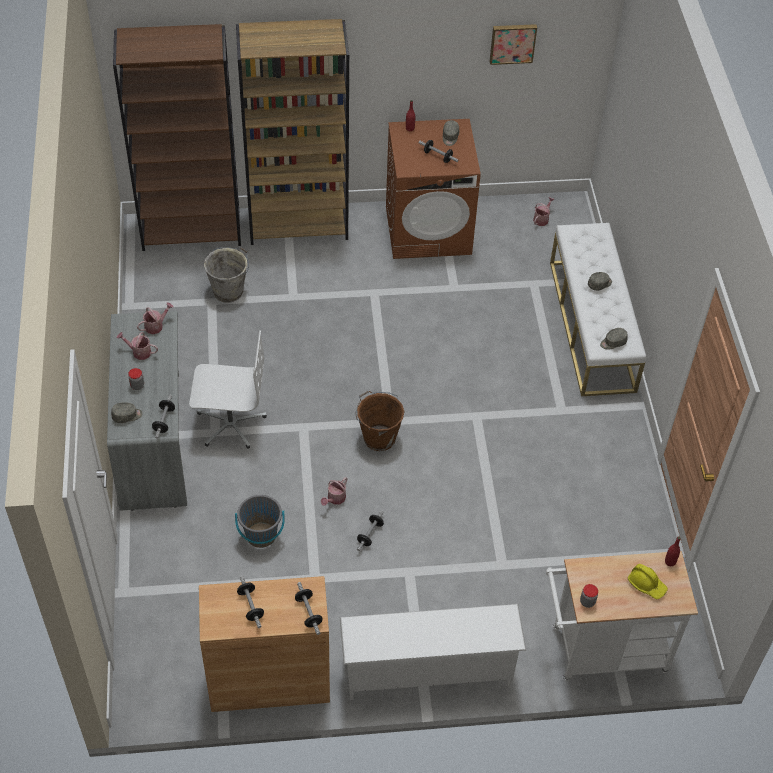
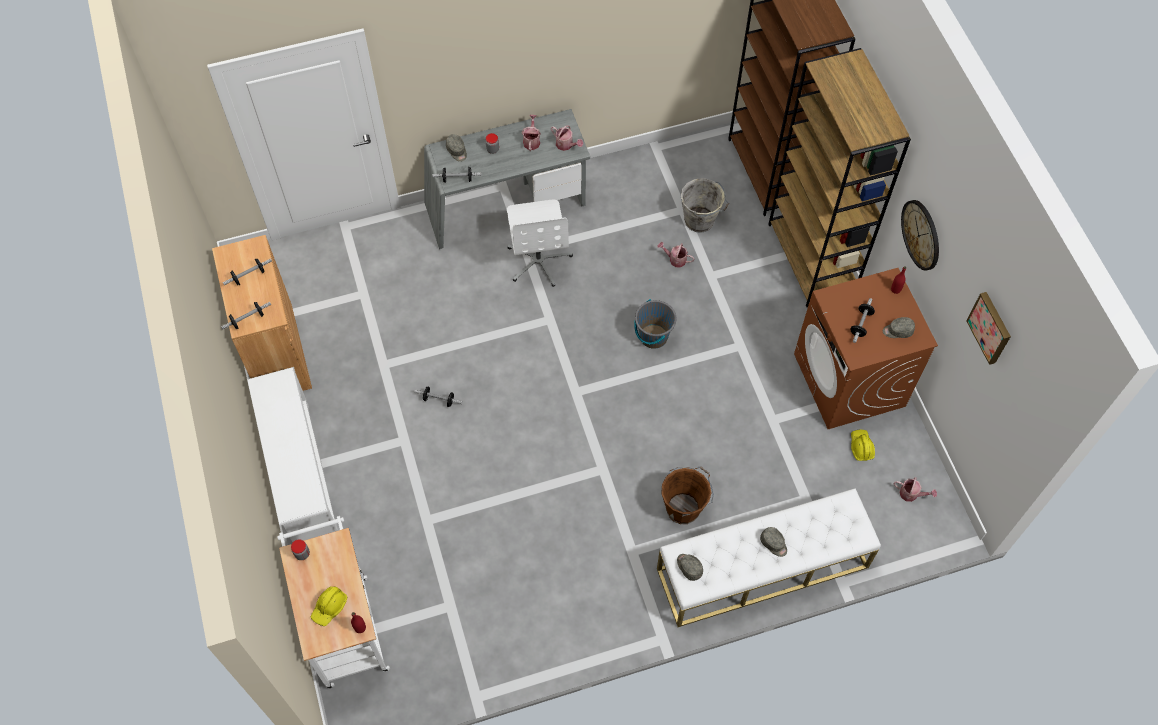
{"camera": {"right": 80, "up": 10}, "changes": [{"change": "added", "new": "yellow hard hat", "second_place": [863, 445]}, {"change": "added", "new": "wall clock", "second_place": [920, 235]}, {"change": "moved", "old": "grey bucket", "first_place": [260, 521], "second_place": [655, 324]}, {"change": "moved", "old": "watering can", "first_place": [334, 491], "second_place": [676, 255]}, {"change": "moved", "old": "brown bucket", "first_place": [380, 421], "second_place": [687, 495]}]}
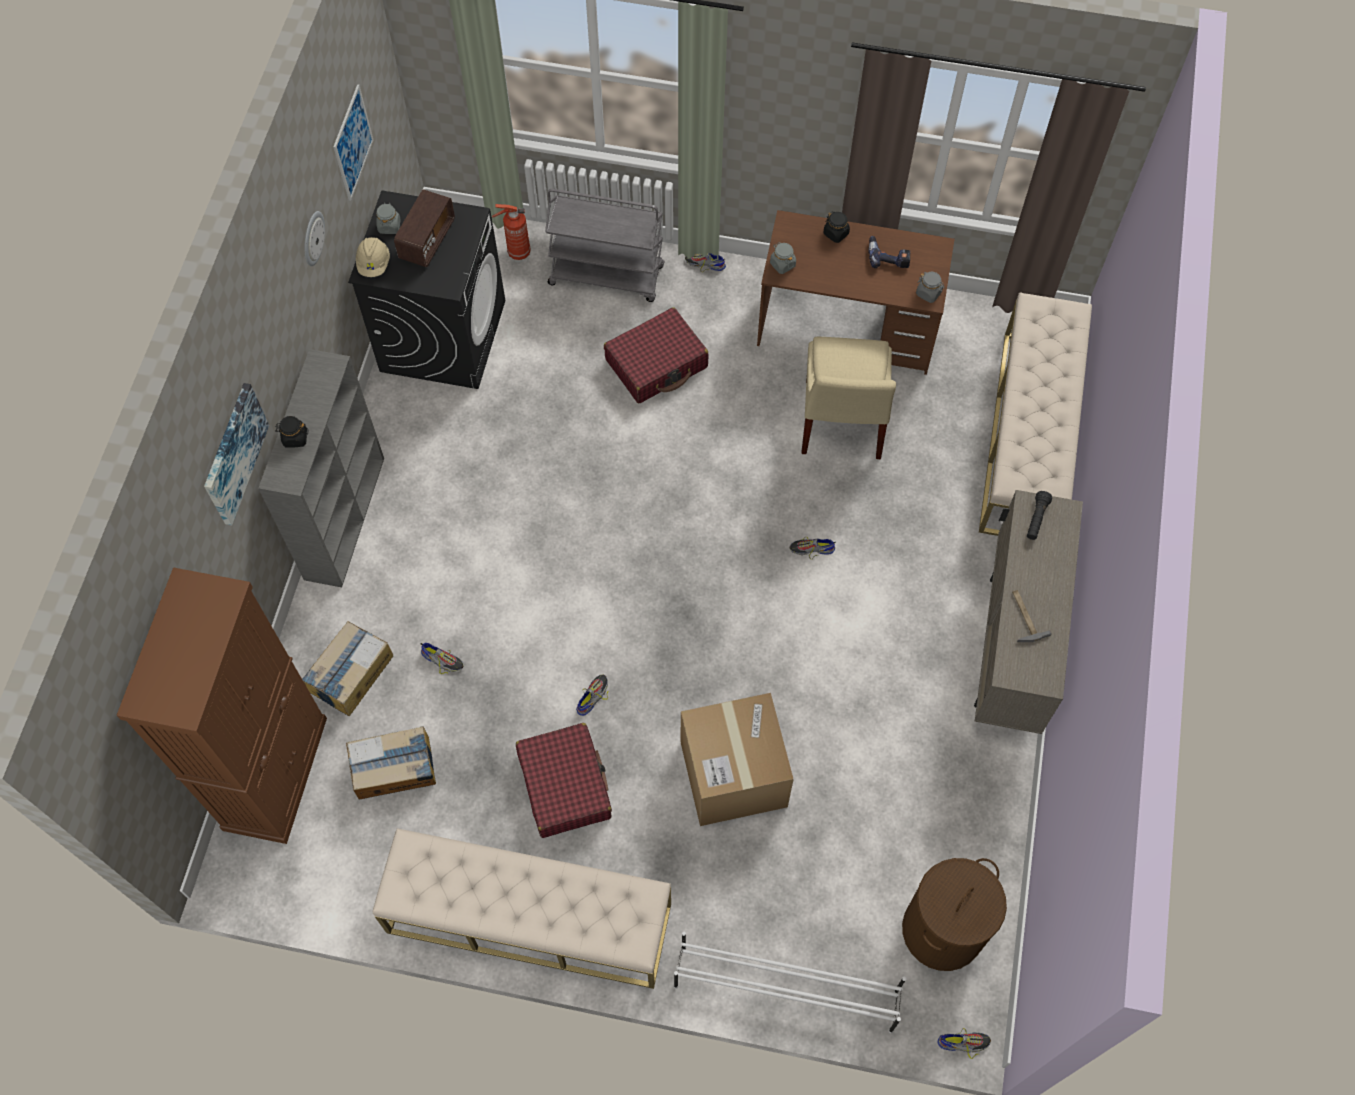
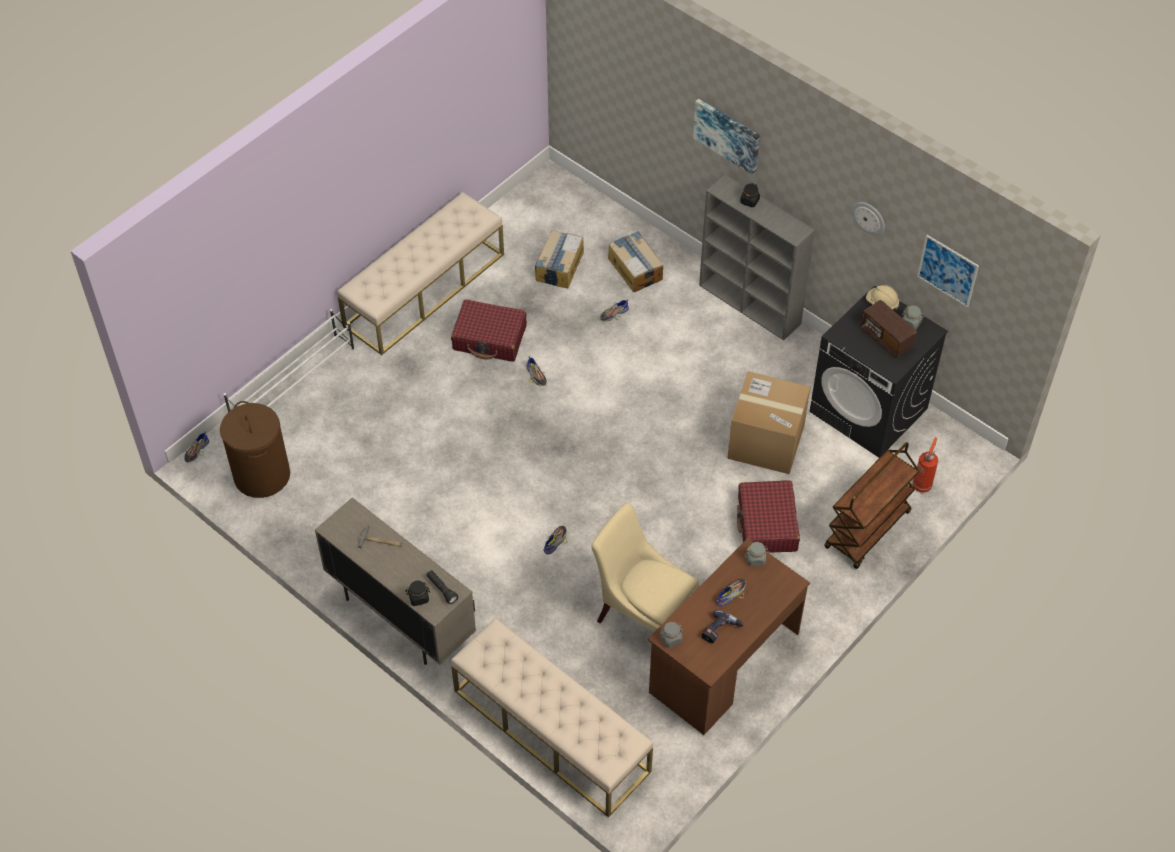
{"camera": {"right": 120, "up": -10}, "changes": [{"change": "removed", "old": "brown cabinet", "first_place": [222, 705]}, {"change": "moved", "old": "cardboard box", "first_place": [737, 759], "second_place": [769, 422]}, {"change": "moved", "old": "shoe", "first_place": [705, 262], "second_place": [731, 592]}, {"change": "moved", "old": "black jar", "first_place": [837, 227], "second_place": [417, 593]}, {"change": "recoloured", "old": "grey cart", "new": "brown cart", "first_place": [604, 245], "second_place": [872, 505]}]}
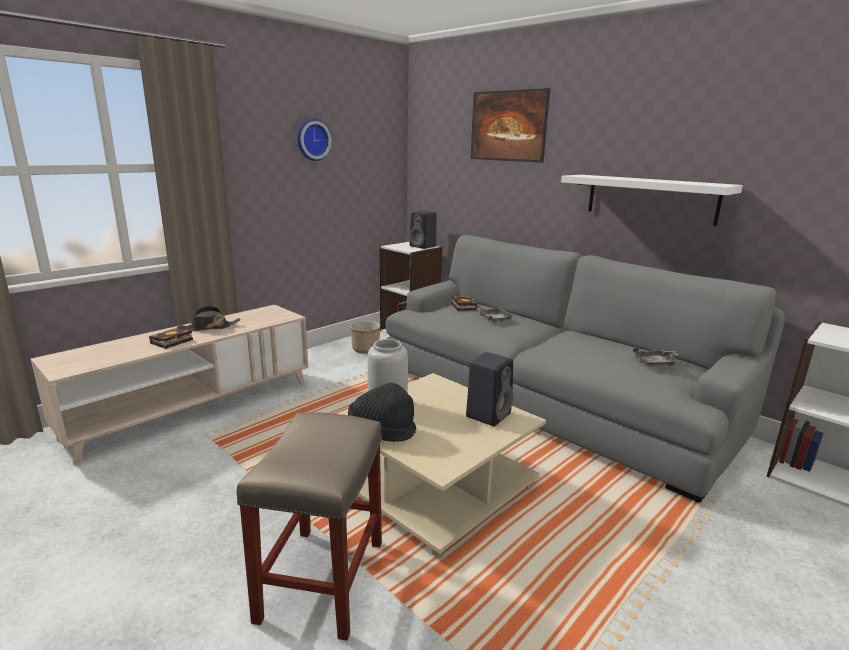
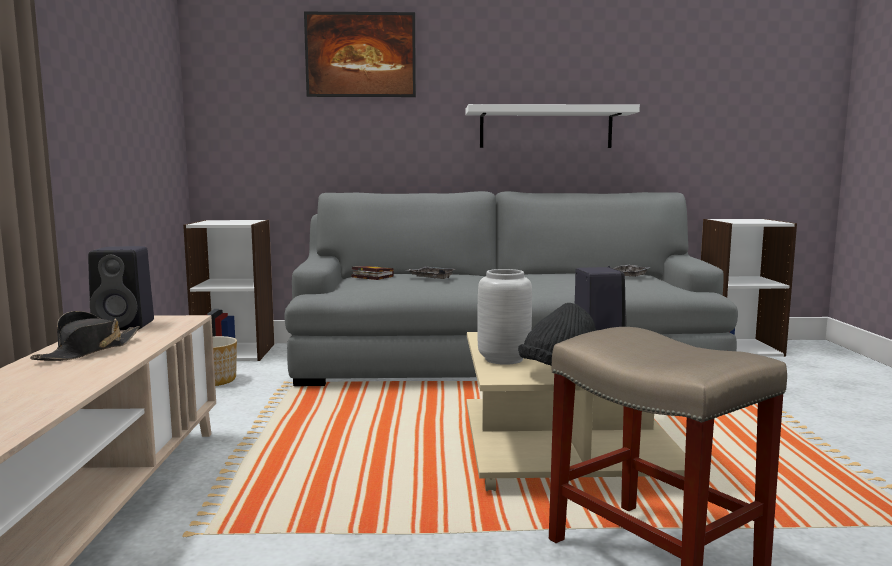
{"camera": {"right": -45, "up": -10}, "changes": [{"change": "removed", "old": "book", "first_place": [171, 338]}, {"change": "removed", "old": "wall clock", "first_place": [314, 140]}, {"change": "moved", "old": "black speaker", "first_place": [423, 230], "second_place": [121, 288]}]}
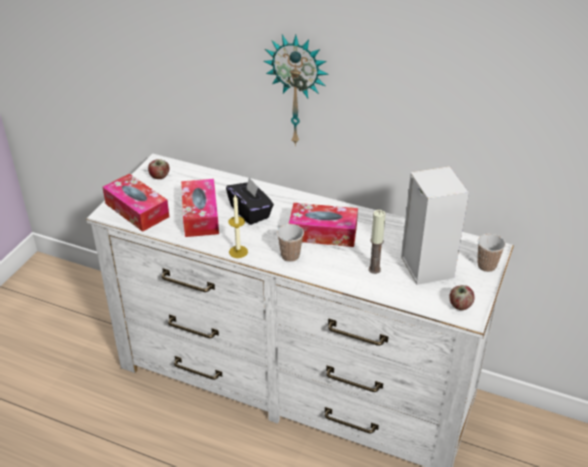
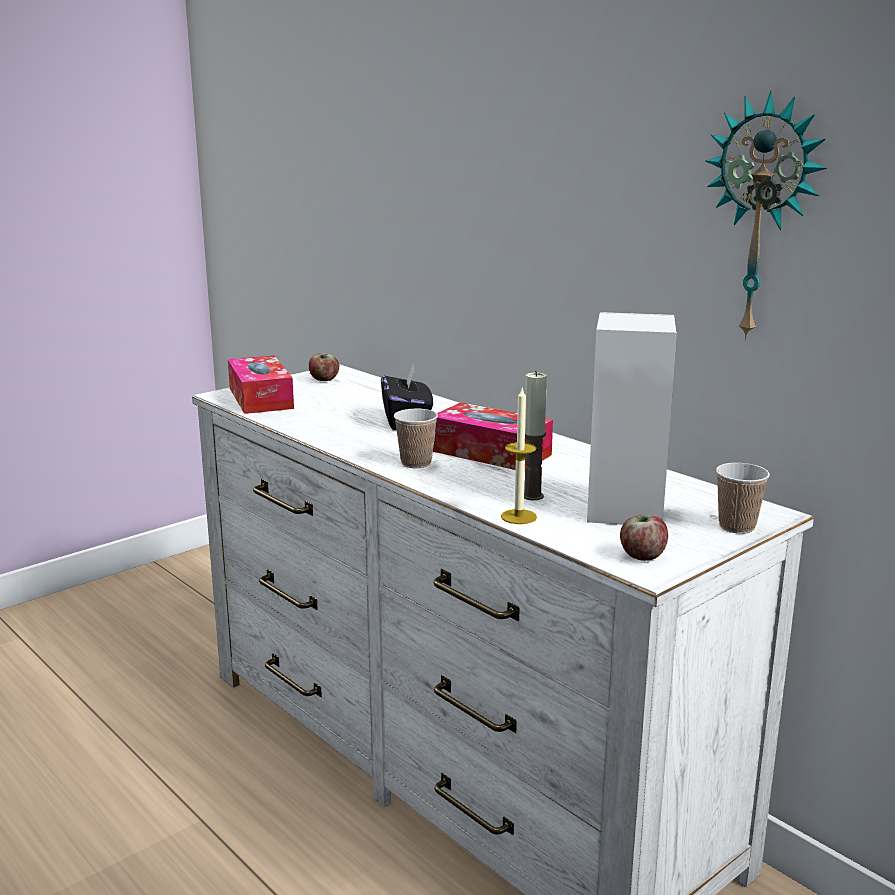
{"camera": {"right": 25, "up": -20}, "changes": [{"change": "removed", "old": "tissue box", "first_place": [200, 208]}, {"change": "moved", "old": "candle", "first_place": [238, 226], "second_place": [519, 455]}, {"change": "moved", "old": "wall clock", "first_place": [296, 90], "second_place": [766, 216]}]}
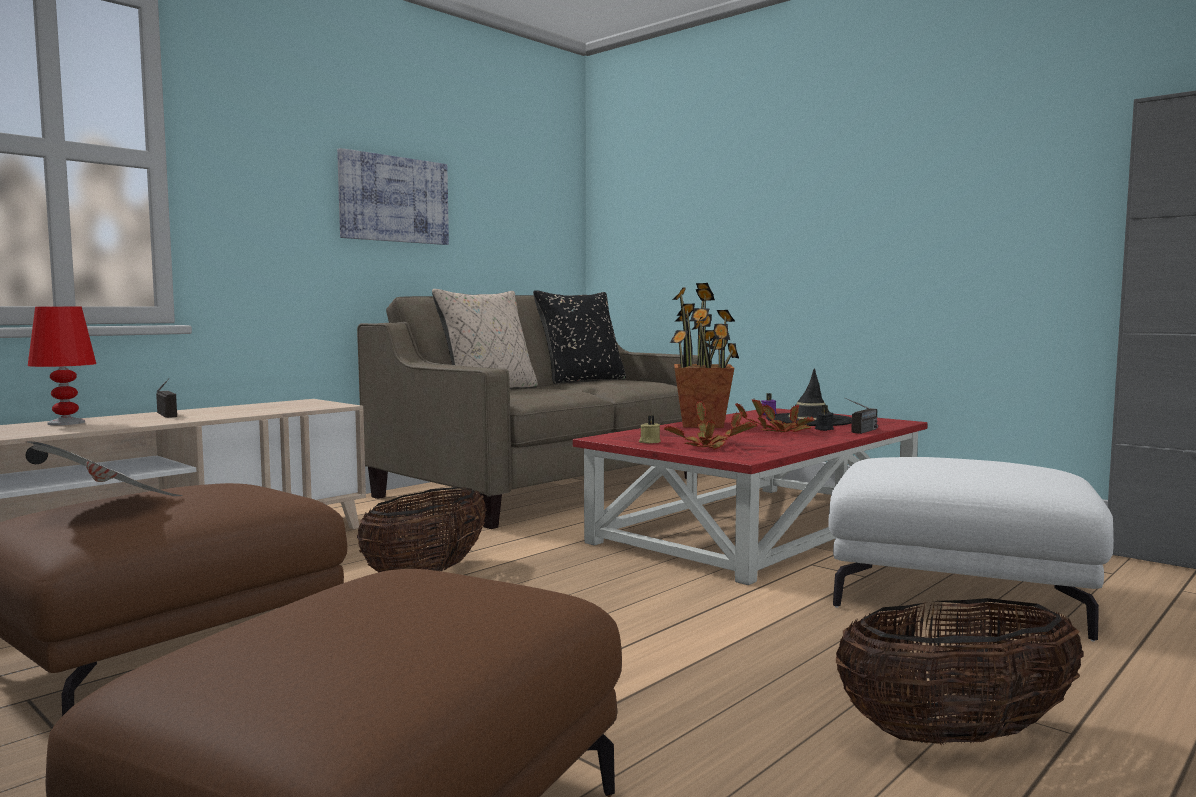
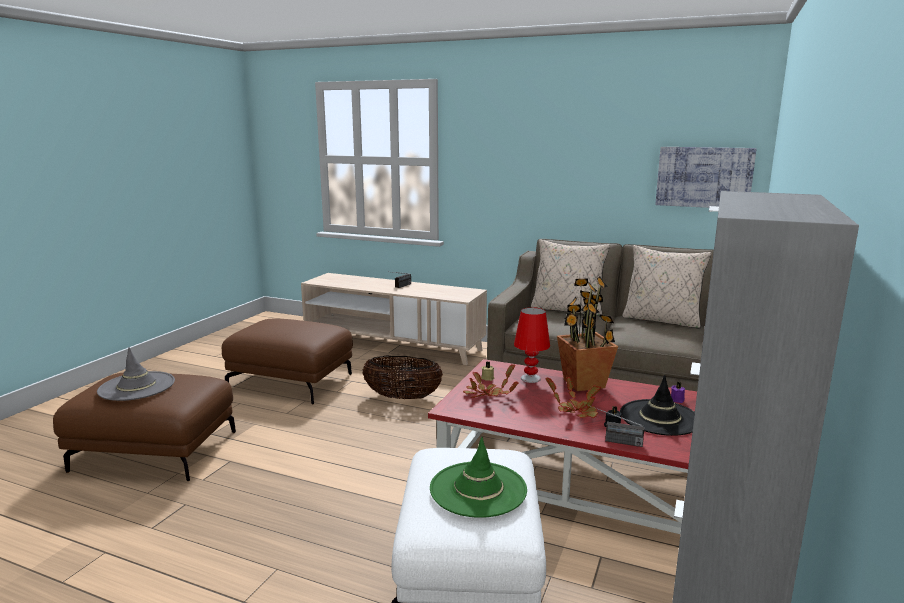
{"camera": {"right": 70, "up": 10}, "changes": [{"change": "removed", "old": "newspaper", "first_place": [105, 468]}, {"change": "removed", "old": "basket", "first_place": [960, 671]}, {"change": "added", "new": "grey hat", "second_place": [136, 374]}, {"change": "added", "new": "green hat", "second_place": [478, 477]}, {"change": "moved", "old": "red table lamp", "first_place": [62, 366], "second_place": [532, 345]}, {"change": "moved", "old": "picture", "first_place": [393, 196], "second_place": [706, 177]}, {"change": "recoloured", "old": "black pillow", "new": "beige pillow", "first_place": [579, 337], "second_place": [667, 287]}]}
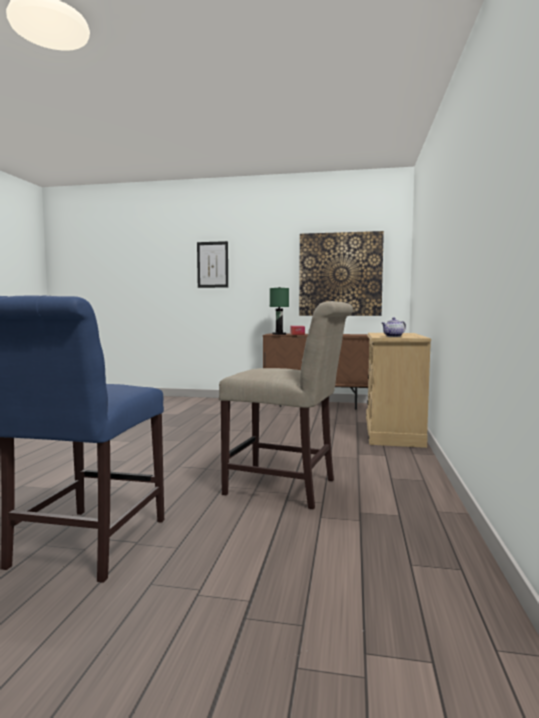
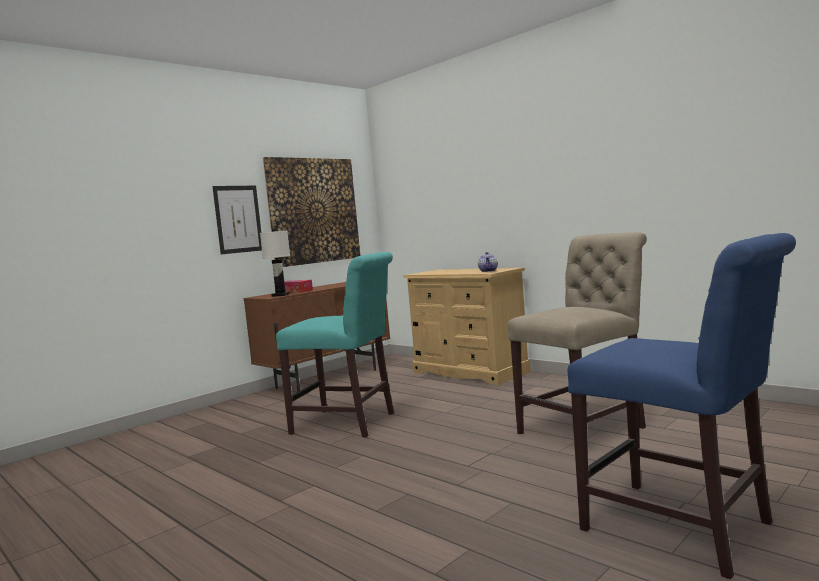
{"camera": {"right": -55, "up": 0}, "changes": [{"change": "added", "new": "turquoise chair", "second_place": [335, 344]}, {"change": "moved", "old": "picture", "first_place": [212, 264], "second_place": [237, 220]}, {"change": "recoloured", "old": "green table lamp", "new": "white table lamp", "first_place": [279, 311], "second_place": [275, 263]}]}
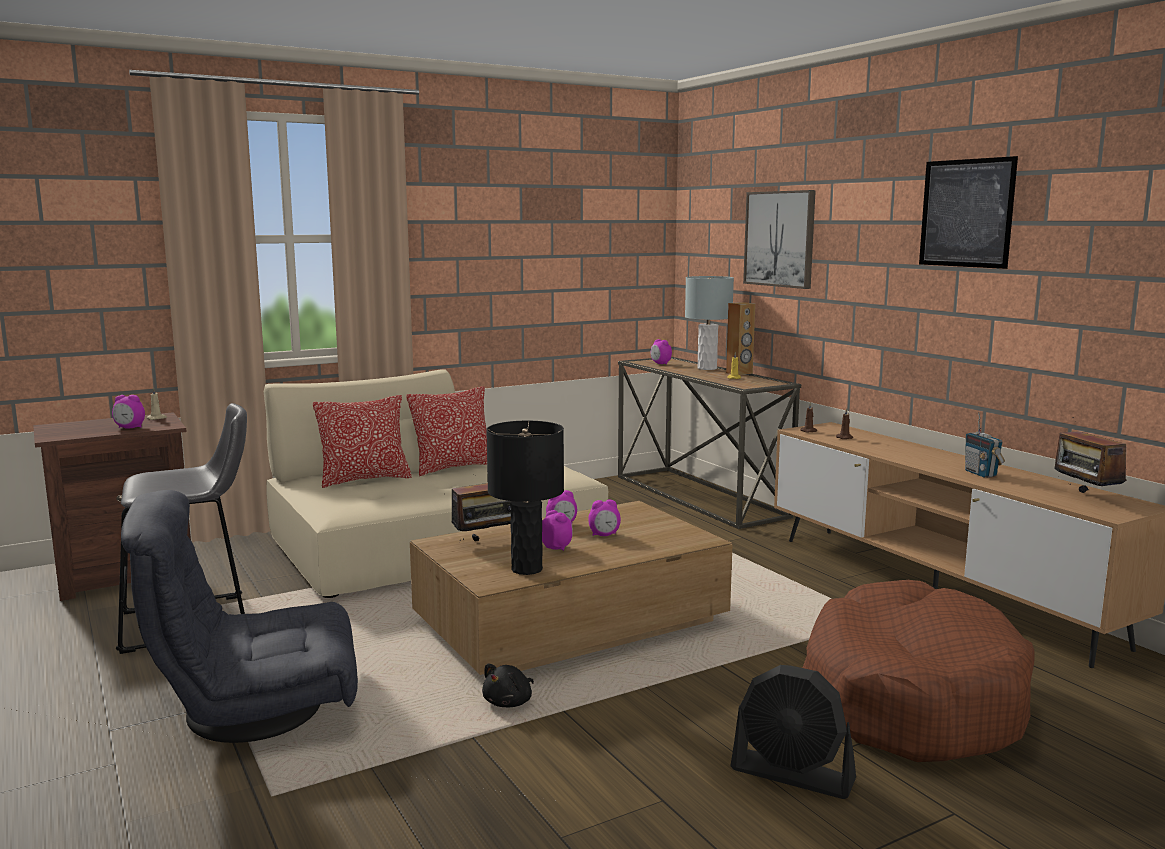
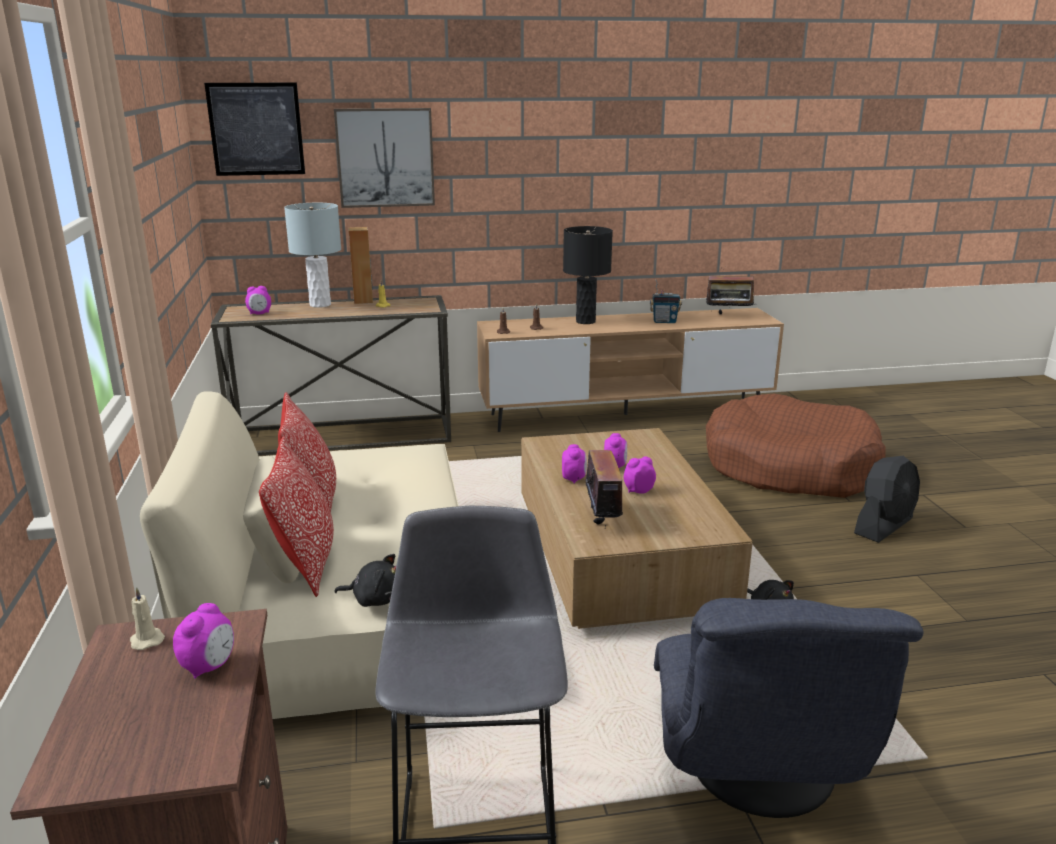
{"camera": {"right": -70, "up": 10}, "changes": [{"change": "added", "new": "black plush toy", "second_place": [365, 580]}, {"change": "moved", "old": "black table lamp", "first_place": [525, 498], "second_place": [588, 275]}, {"change": "moved", "old": "picture", "first_place": [968, 212], "second_place": [254, 129]}]}
